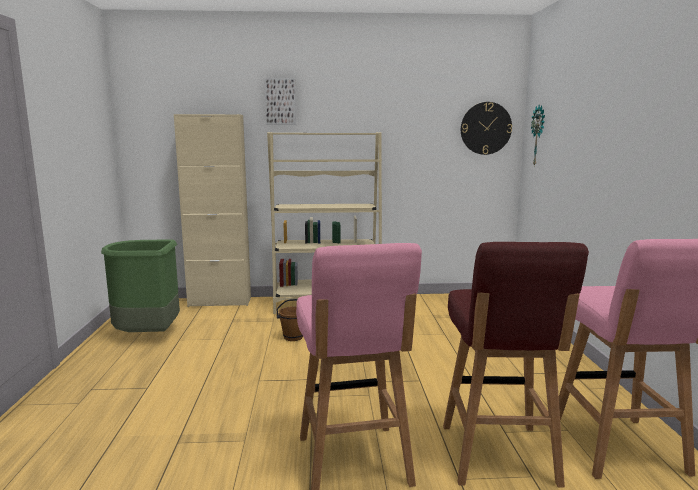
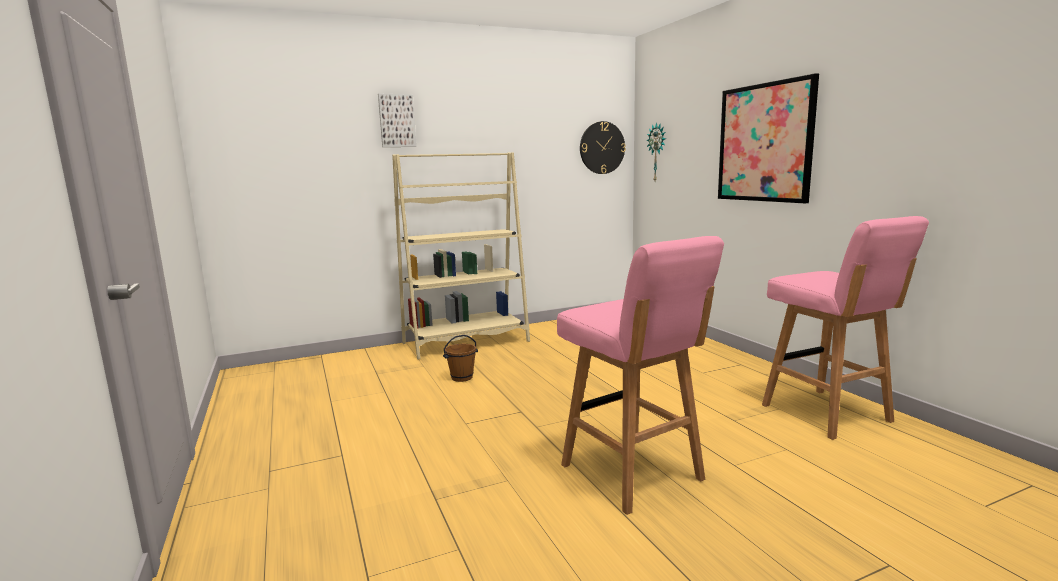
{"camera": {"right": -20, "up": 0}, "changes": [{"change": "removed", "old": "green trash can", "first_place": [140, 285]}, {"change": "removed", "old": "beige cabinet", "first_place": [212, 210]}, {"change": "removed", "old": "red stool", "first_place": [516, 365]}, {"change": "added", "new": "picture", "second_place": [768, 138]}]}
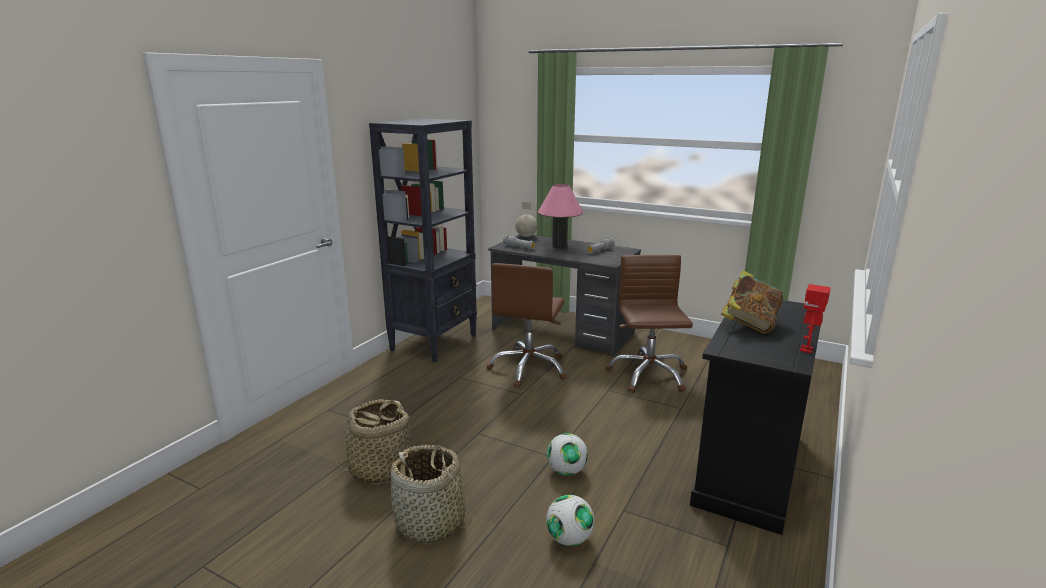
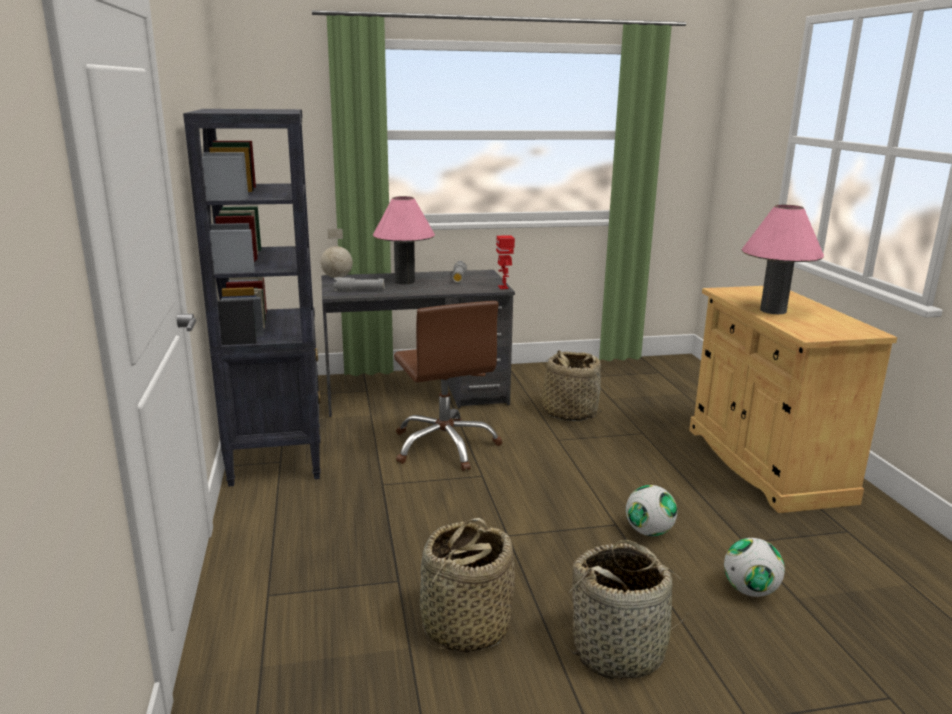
{"camera": {"right": -40, "up": 0}, "changes": [{"change": "moved", "old": "toy robot", "first_place": [815, 318], "second_place": [505, 262]}, {"change": "replaced", "old": "brown office chair", "new": "basket", "first_place": [649, 324], "second_place": [570, 385]}, {"change": "replaced", "old": "book", "new": "pink table lamp", "first_place": [752, 302], "second_place": [783, 259]}, {"change": "recoloured", "old": "black cabinet", "new": "beige cabinet", "first_place": [755, 417], "second_place": [793, 399]}]}
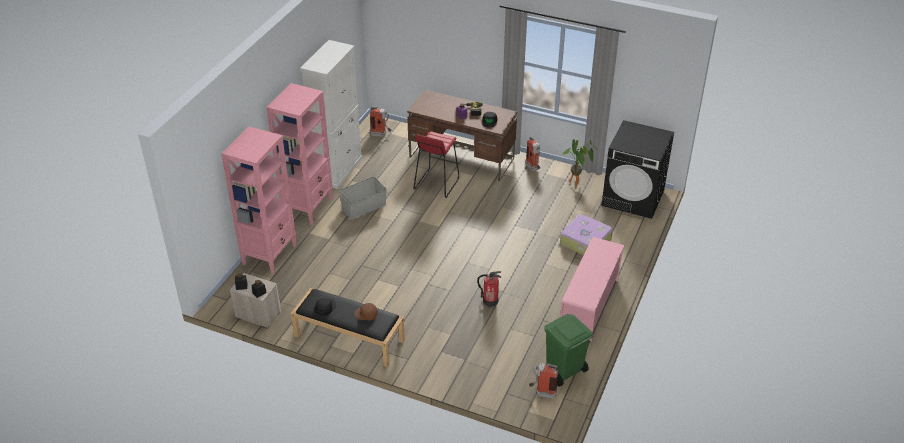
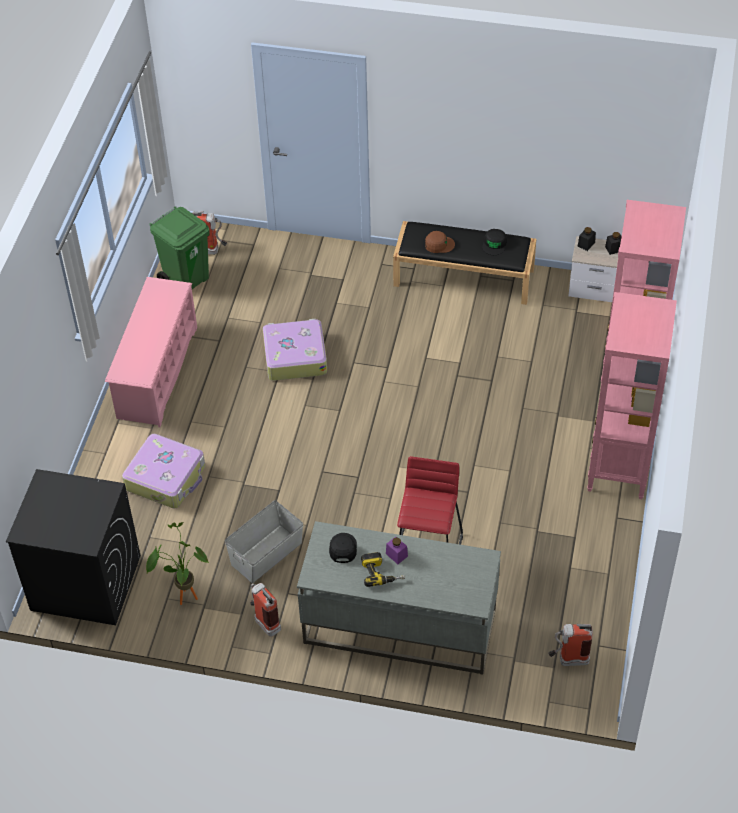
{"camera": {"right": 170, "up": 10}, "changes": [{"change": "removed", "old": "white cabinet", "first_place": [331, 114]}, {"change": "moved", "old": "grey storage box", "first_place": [362, 198], "second_place": [264, 541]}, {"change": "replaced", "old": "fire extinguisher", "new": "suitcase", "first_place": [489, 289], "second_place": [295, 350]}, {"change": "recoloured", "old": "brown desk", "new": "grey desk", "first_place": [462, 135], "second_place": [399, 598]}]}
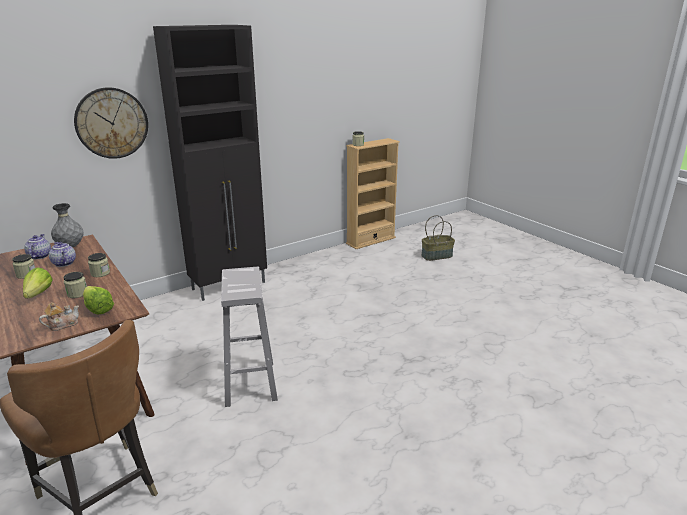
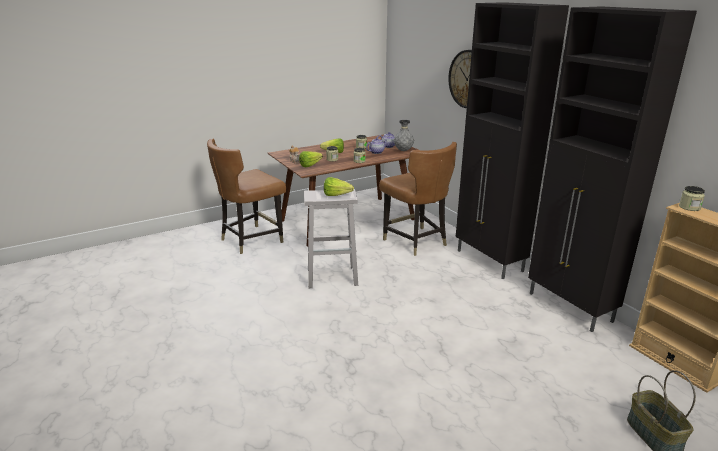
{"camera": {"right": 95, "up": 0}, "changes": [{"change": "added", "new": "lettuce", "second_place": [339, 186]}, {"change": "added", "new": "brown chair", "second_place": [418, 199]}, {"change": "added", "new": "black cabinet", "second_place": [612, 169]}]}
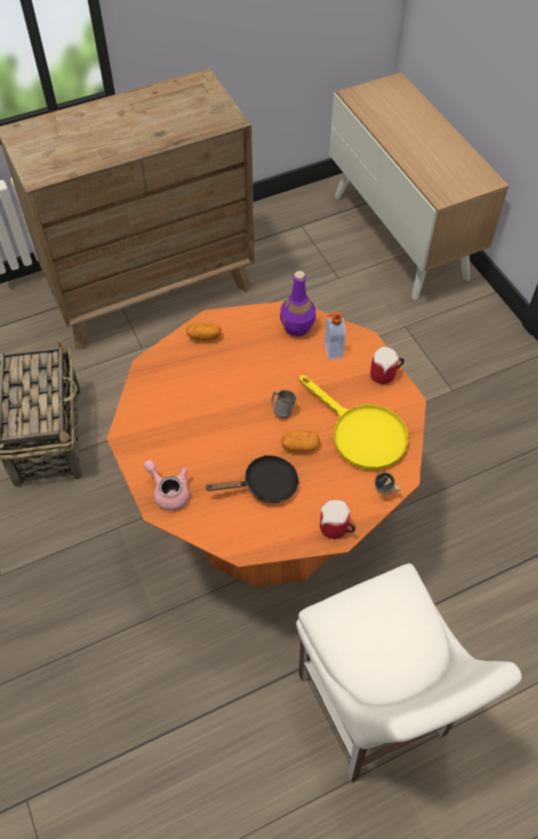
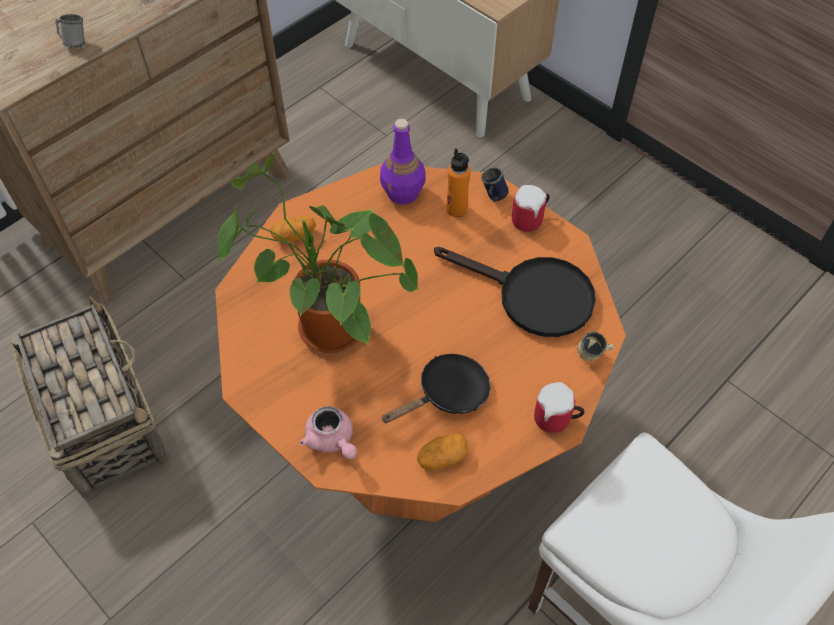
{"camera": {"right": -20, "up": 0}, "changes": [{"change": "added", "new": "potted plant", "second_place": [318, 253]}, {"change": "added", "new": "blue mug", "second_place": [495, 184]}, {"change": "moved", "old": "grey mug", "first_place": [283, 404], "second_place": [70, 31]}, {"change": "moved", "old": "potato", "first_place": [300, 441], "second_place": [442, 452]}, {"change": "replaced", "old": "soap dispenser", "new": "orange bottle", "first_place": [335, 335], "second_place": [458, 182]}, {"change": "recoloured", "old": "yellow frying pan", "new": "black frying pan", "first_place": [354, 422], "second_place": [515, 292]}, {"change": "turned", "old": "pink teapot", "first_place": [167, 485], "second_place": [328, 432], "degrees": -150}]}
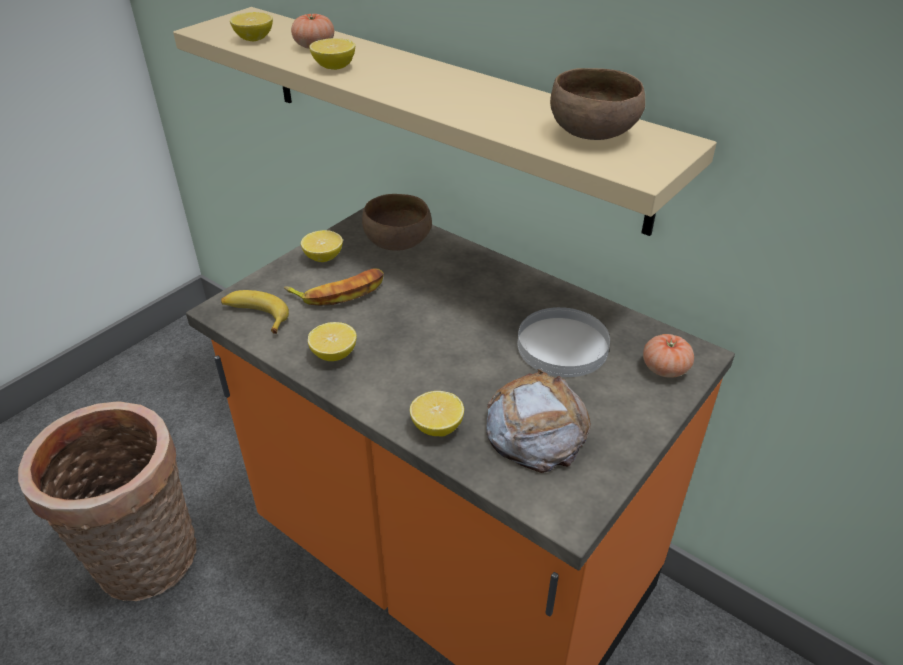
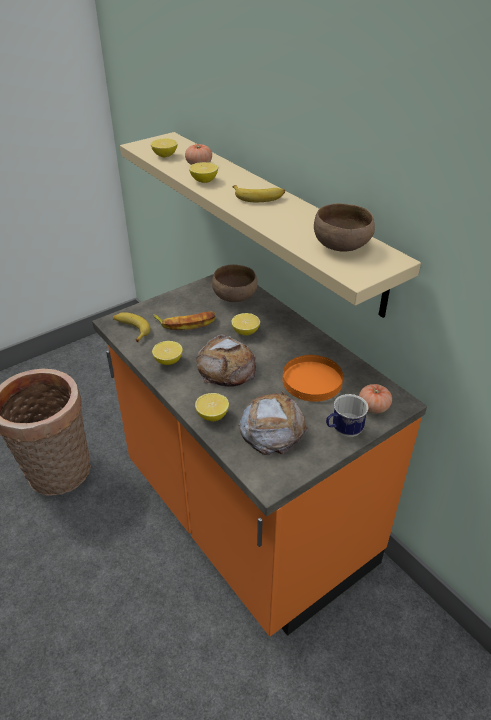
{"camera": {"right": 15, "up": 0}, "changes": [{"change": "added", "new": "bread", "second_place": [226, 360]}, {"change": "added", "new": "banana", "second_place": [259, 193]}, {"change": "added", "new": "mug", "second_place": [347, 415]}, {"change": "moved", "old": "lemon", "first_place": [322, 246], "second_place": [245, 324]}, {"change": "recoloured", "old": "white plate", "new": "orange plate", "first_place": [564, 342], "second_place": [313, 378]}]}
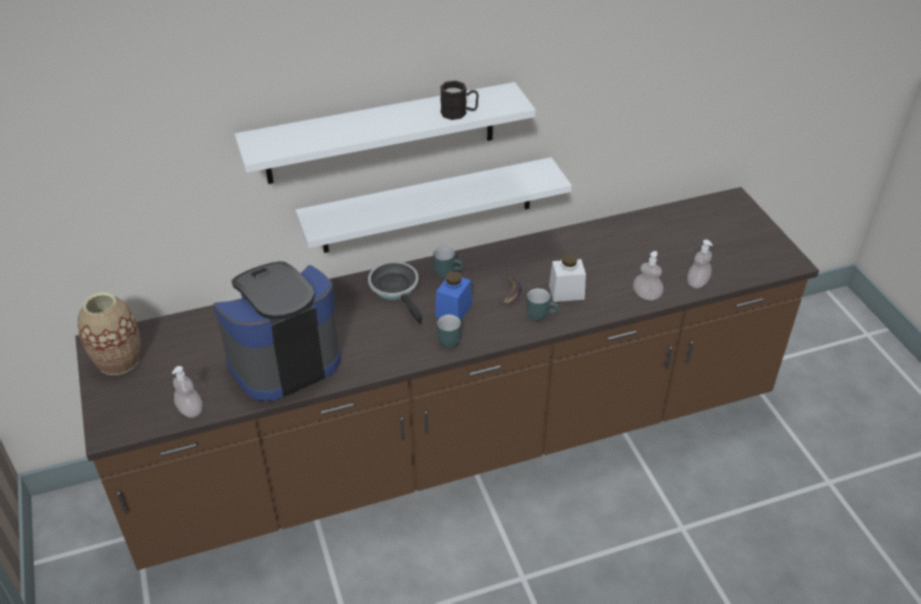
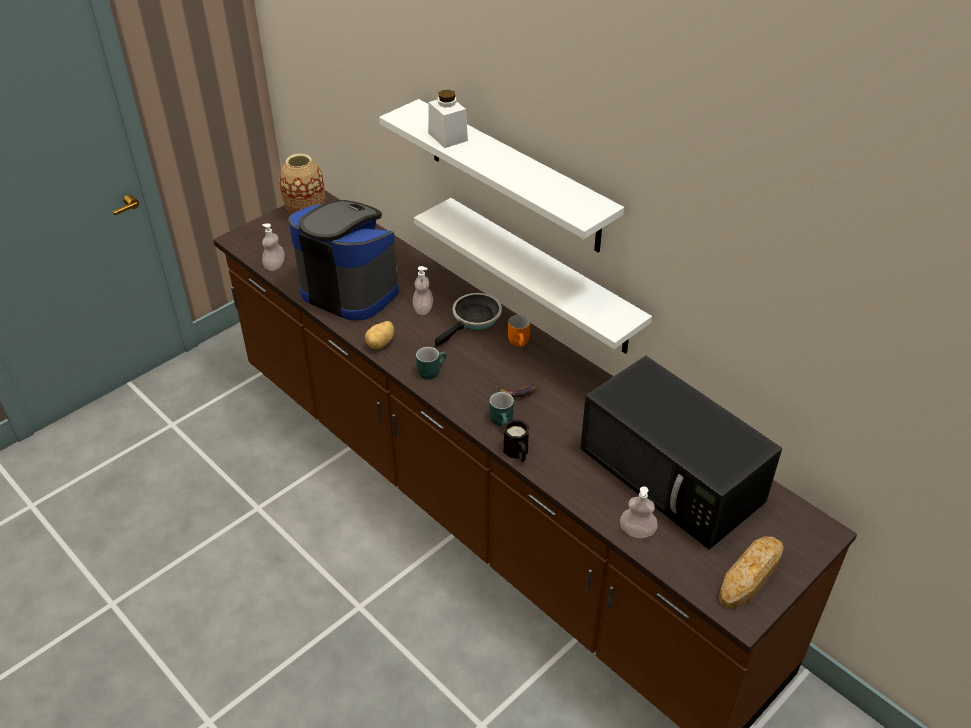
{"camera": {"right": 65, "up": 0}, "changes": [{"change": "removed", "old": "blue jar", "first_place": [453, 296]}, {"change": "added", "new": "potato", "second_place": [379, 335]}, {"change": "added", "new": "black microwave", "second_place": [681, 453]}, {"change": "added", "new": "bread", "second_place": [751, 572]}, {"change": "moved", "old": "black mug", "first_place": [459, 100], "second_place": [516, 441]}, {"change": "moved", "old": "white jar", "first_place": [567, 277], "second_place": [448, 119]}, {"change": "moved", "old": "soap dispenser", "first_place": [648, 276], "second_place": [423, 290]}, {"change": "recoloured", "old": "turquoise mug", "new": "orange mug", "first_place": [448, 261], "second_place": [519, 331]}]}
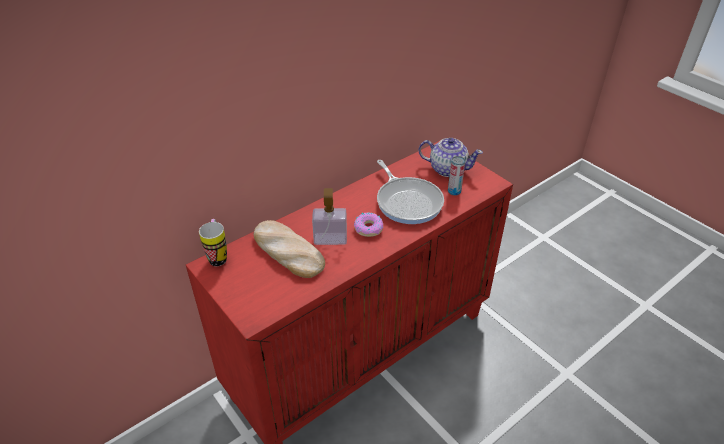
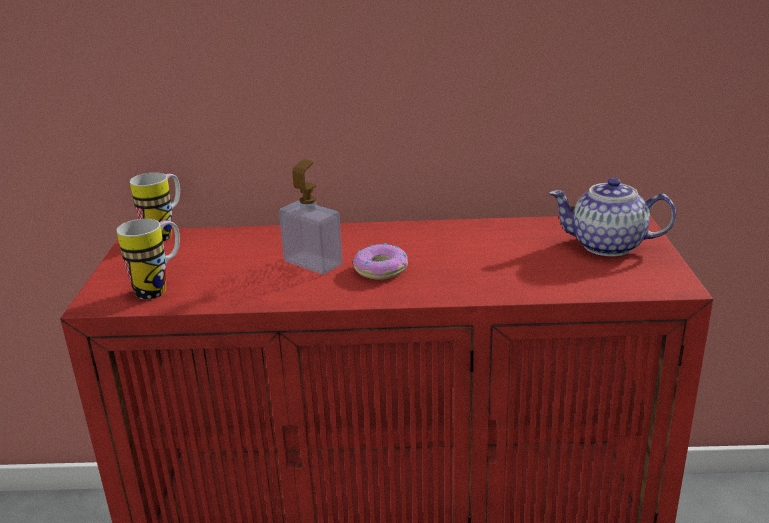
{"camera": {"right": 40, "up": -15}, "changes": [{"change": "removed", "old": "bread", "first_place": [289, 249]}, {"change": "removed", "old": "frying pan", "first_place": [410, 192]}, {"change": "removed", "old": "can", "first_place": [456, 176]}, {"change": "added", "new": "mug", "second_place": [148, 259]}, {"change": "turned", "old": "teapot", "first_place": [451, 157], "second_place": [612, 216], "degrees": 135}]}
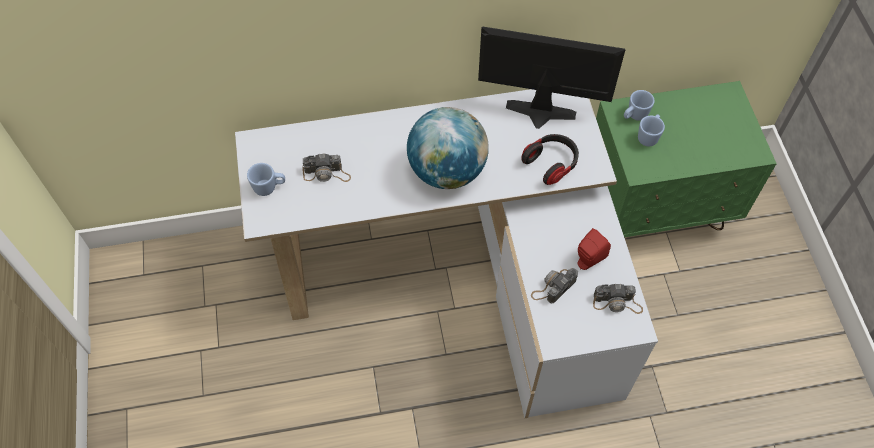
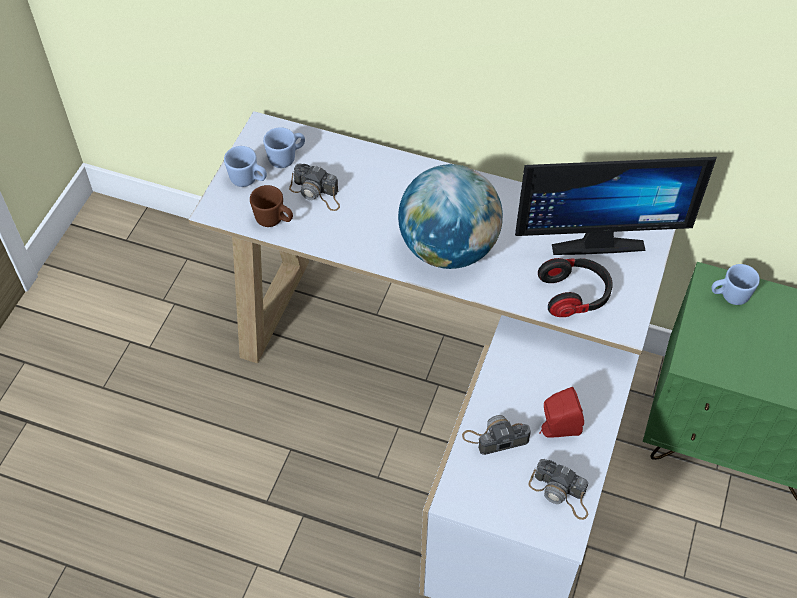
{"camera": {"right": 30, "up": -5}, "changes": [{"change": "added", "new": "brown mug", "second_place": [271, 206]}, {"change": "moved", "old": "blue mug", "first_place": [651, 130], "second_place": [284, 147]}, {"change": "turned", "old": "monitor", "first_place": [551, 78], "second_place": [616, 206], "degrees": 135}]}
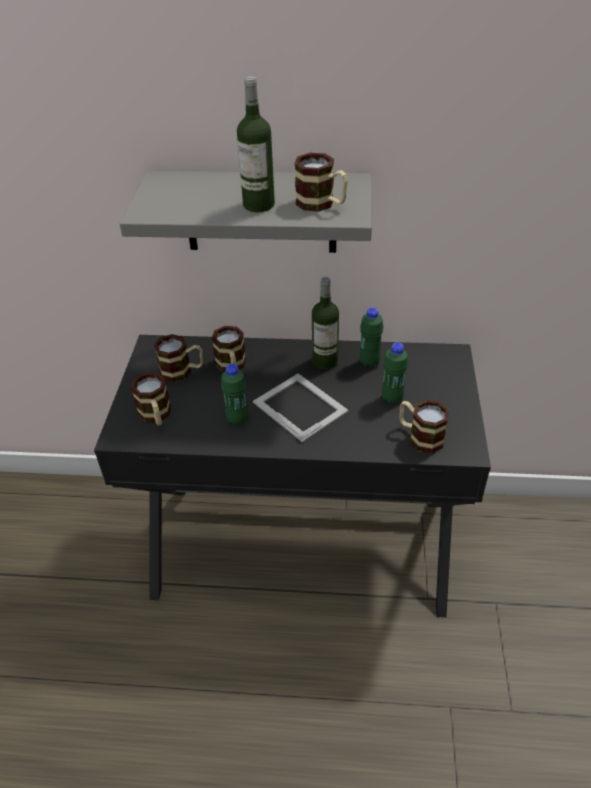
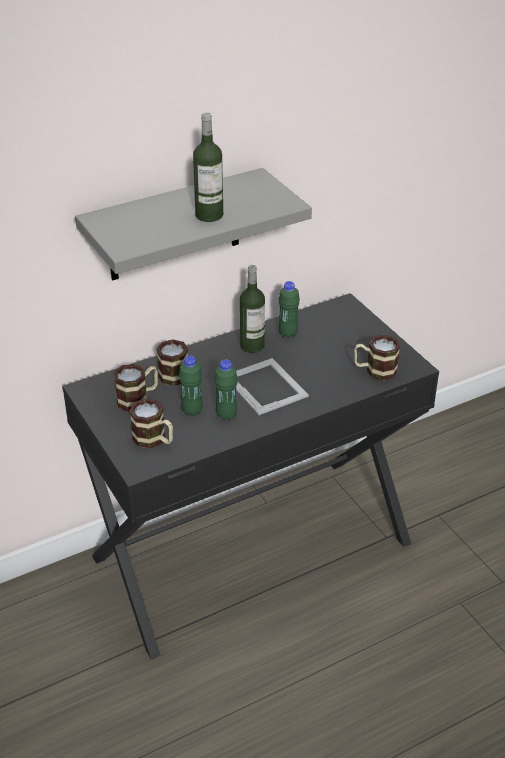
{"camera": {"right": -35, "up": -5}, "changes": [{"change": "removed", "old": "mug", "first_place": [321, 182]}, {"change": "moved", "old": "green bottle", "first_place": [395, 373], "second_place": [190, 386]}, {"change": "turned", "old": "picture frame", "first_place": [301, 408], "second_place": [272, 386], "degrees": 45}]}
